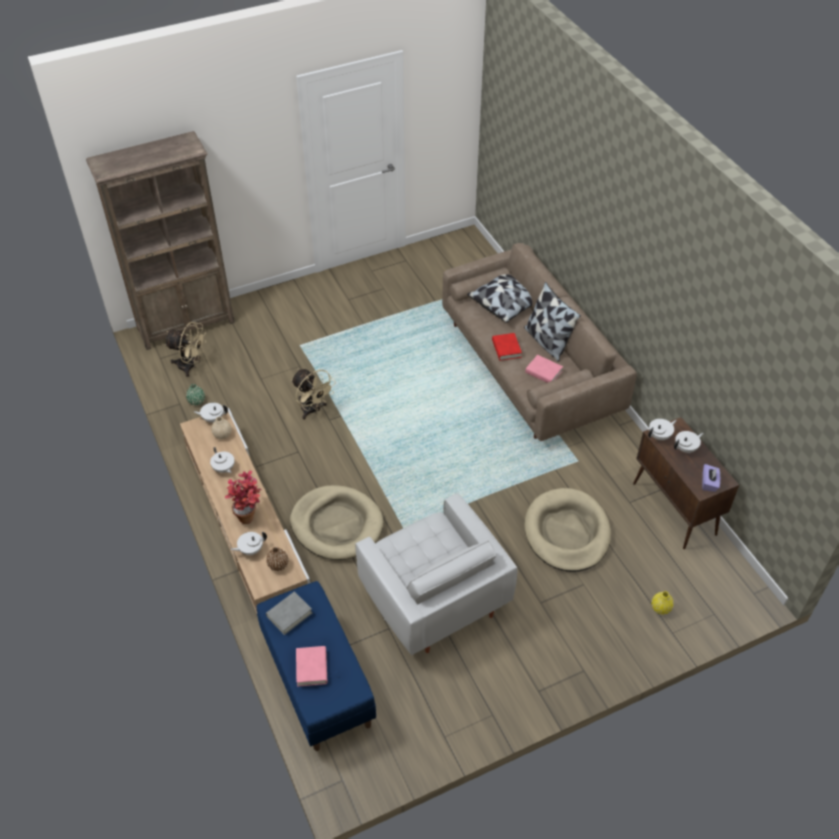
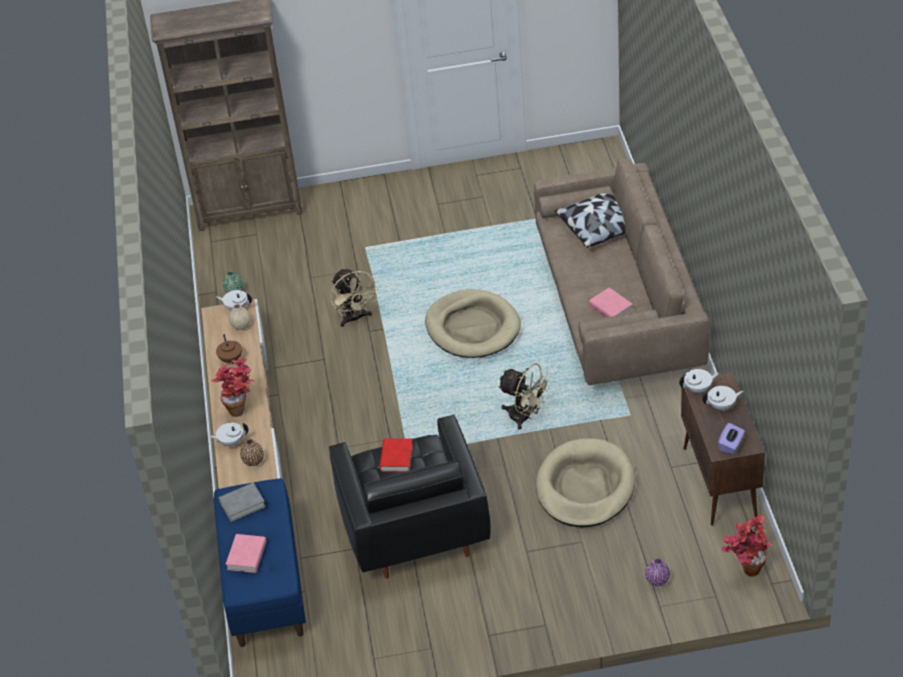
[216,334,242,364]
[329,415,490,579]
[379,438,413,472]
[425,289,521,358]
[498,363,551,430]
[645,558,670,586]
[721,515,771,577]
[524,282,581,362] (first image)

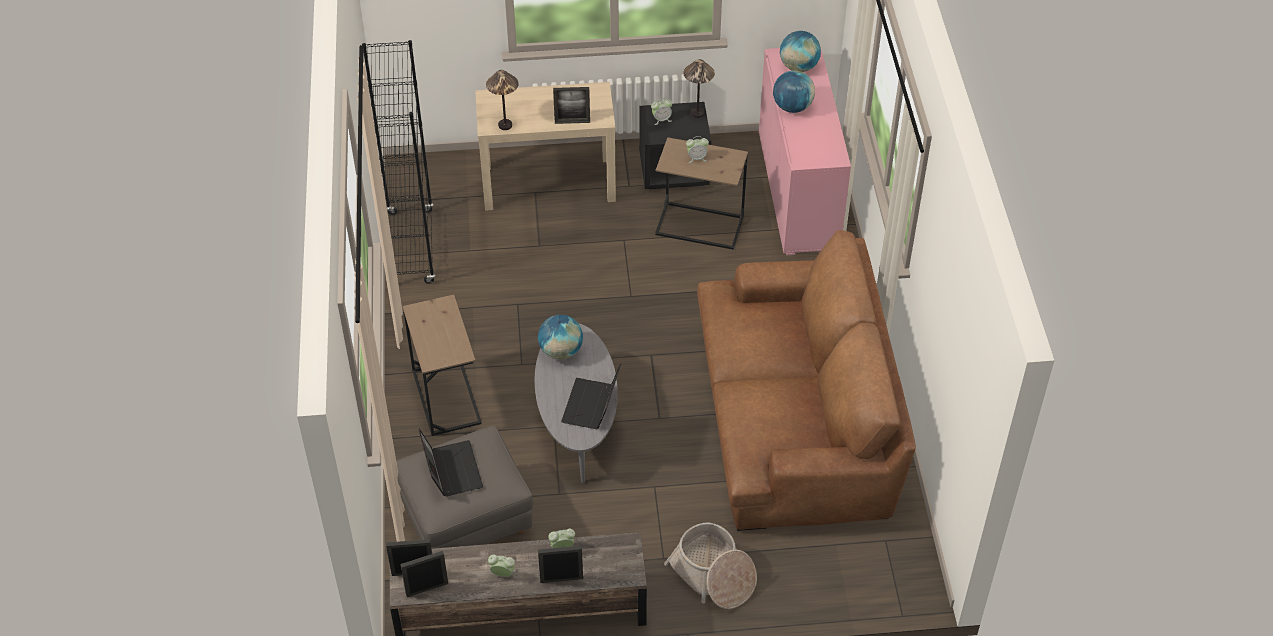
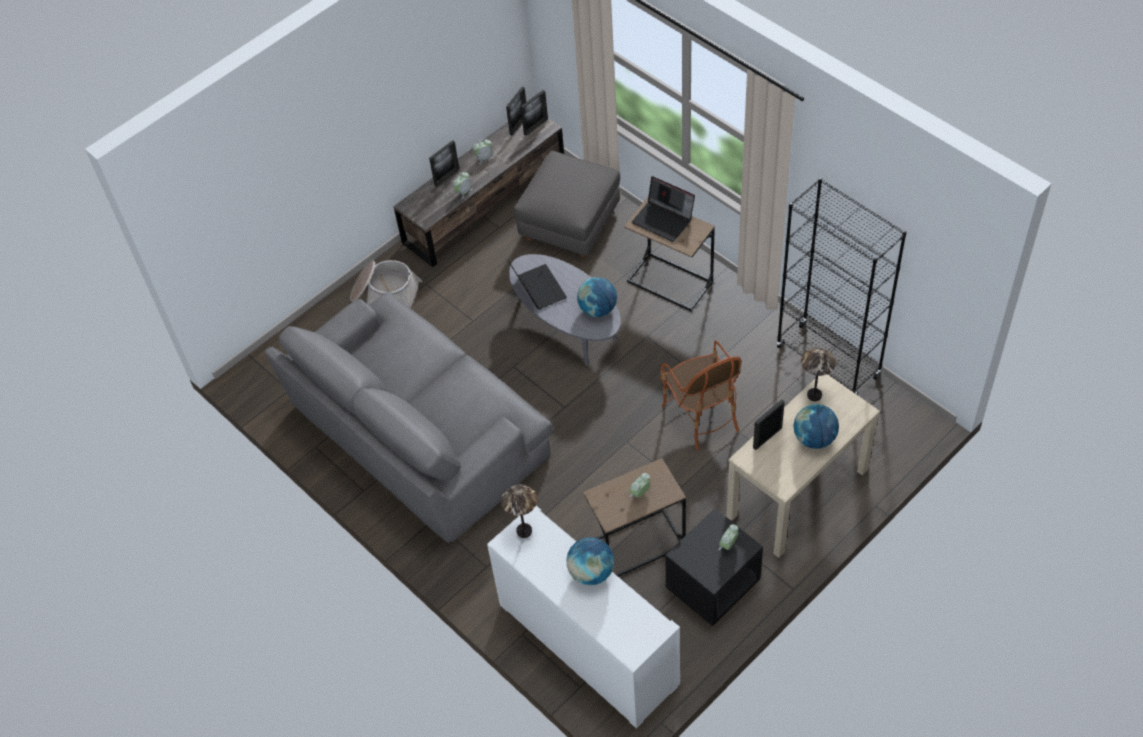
[265,292,553,543]
[487,506,680,729]
[501,484,537,538]
[632,176,695,242]
[660,341,741,450]
[794,404,839,449]

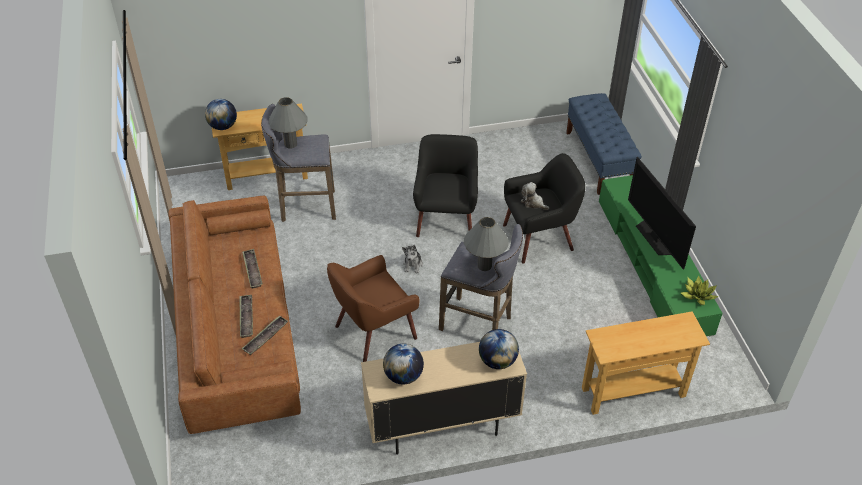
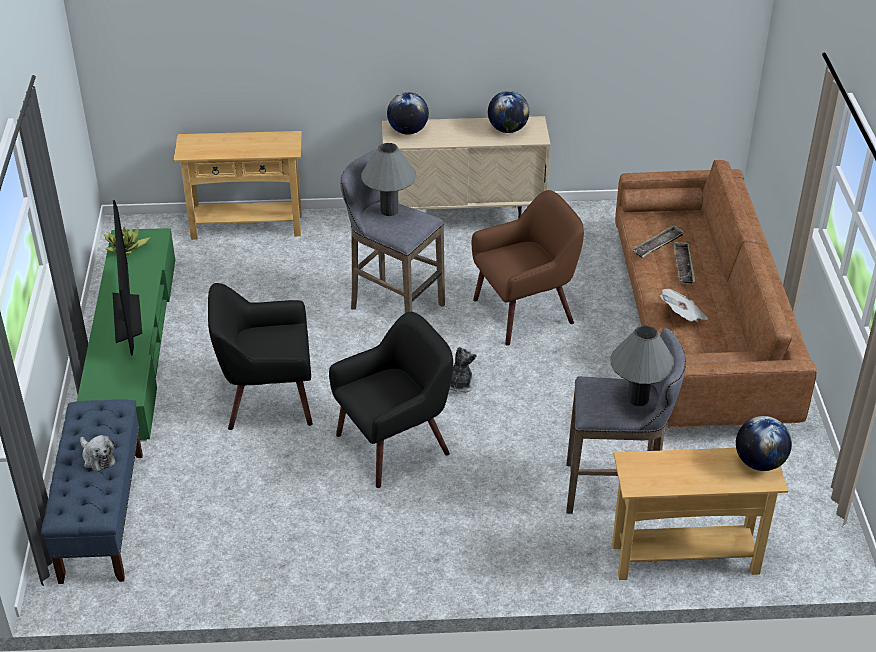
[80,435,116,471]
[329,312,453,488]
[660,289,708,322]

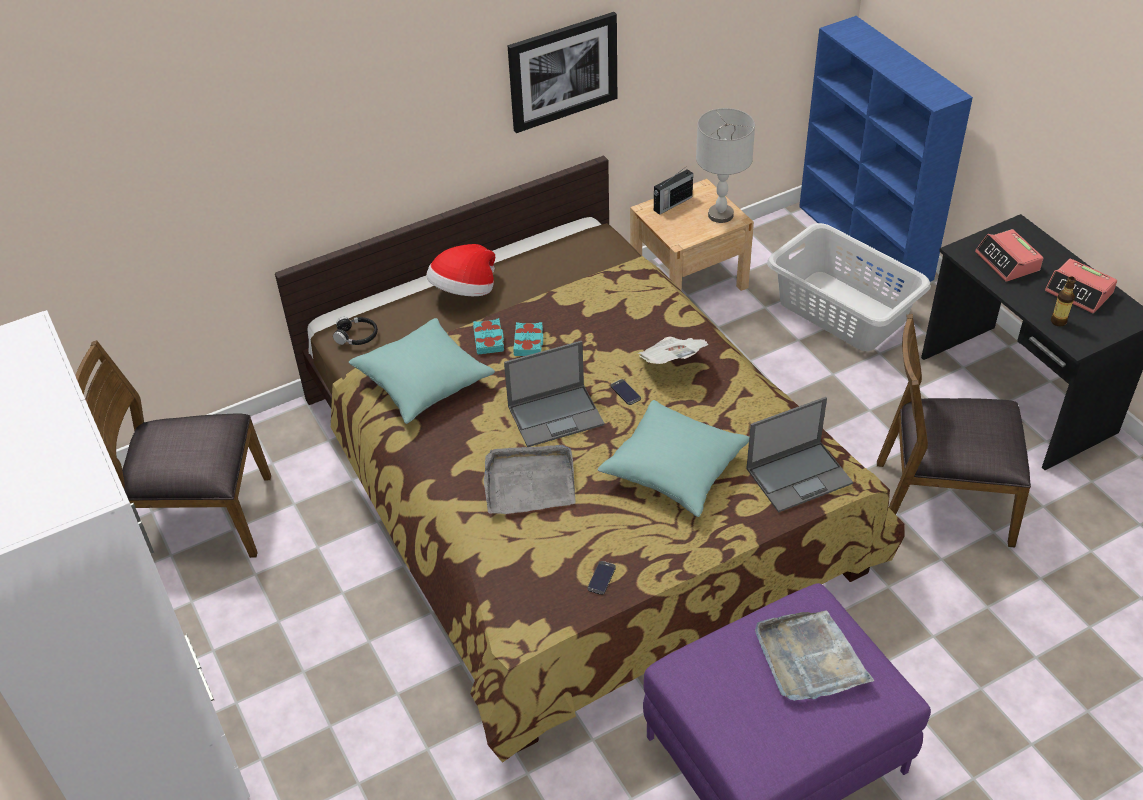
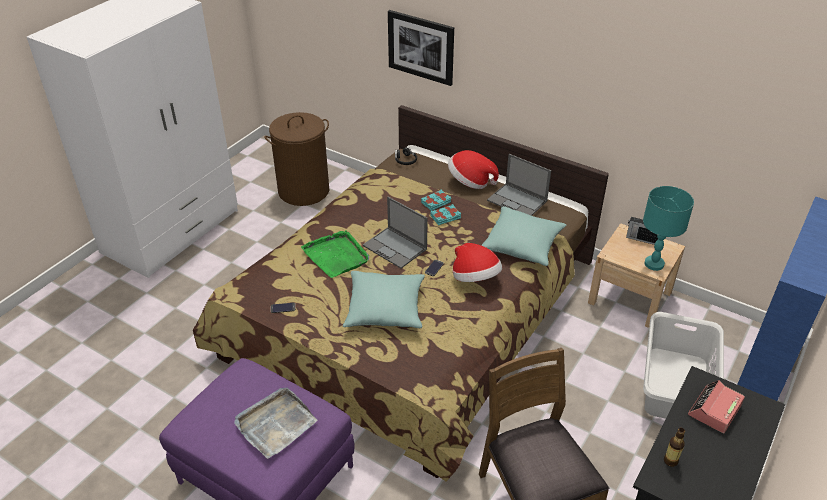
[264,112,329,206]
[301,230,369,278]
[388,10,454,86]
[453,243,502,282]
[481,206,566,266]
[487,154,551,216]
[643,186,694,271]
[1045,259,1117,313] (first image)

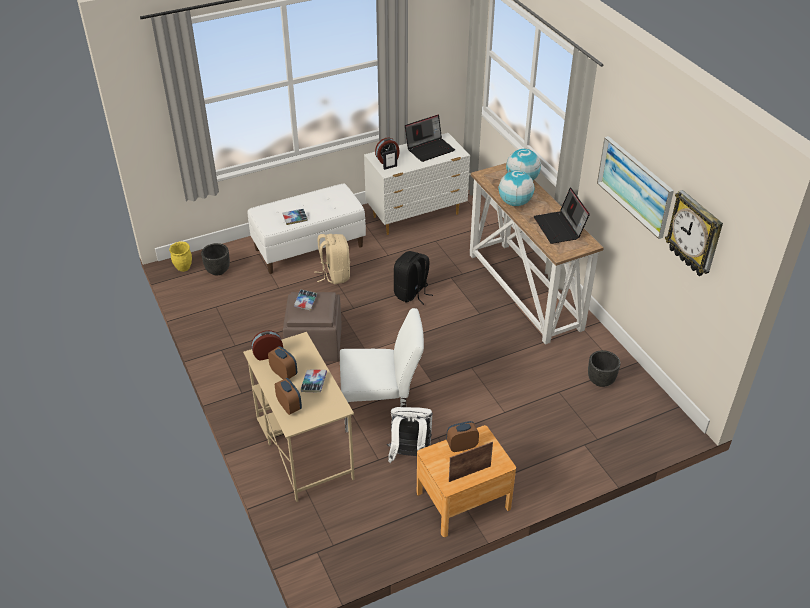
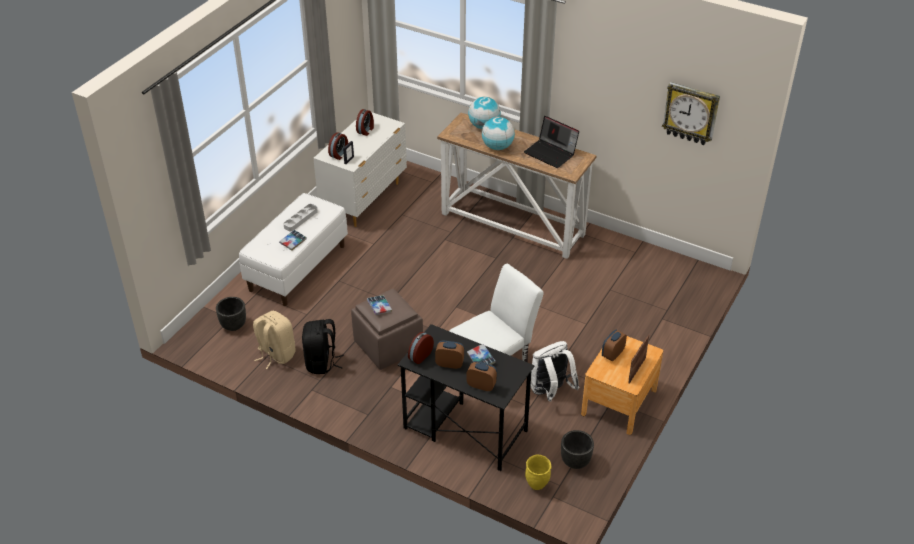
[253,311,296,369]
[283,204,318,232]
[302,319,344,374]
[356,109,374,136]
[398,324,535,471]
[525,454,551,490]
[561,430,594,469]
[597,136,674,239] (first image)

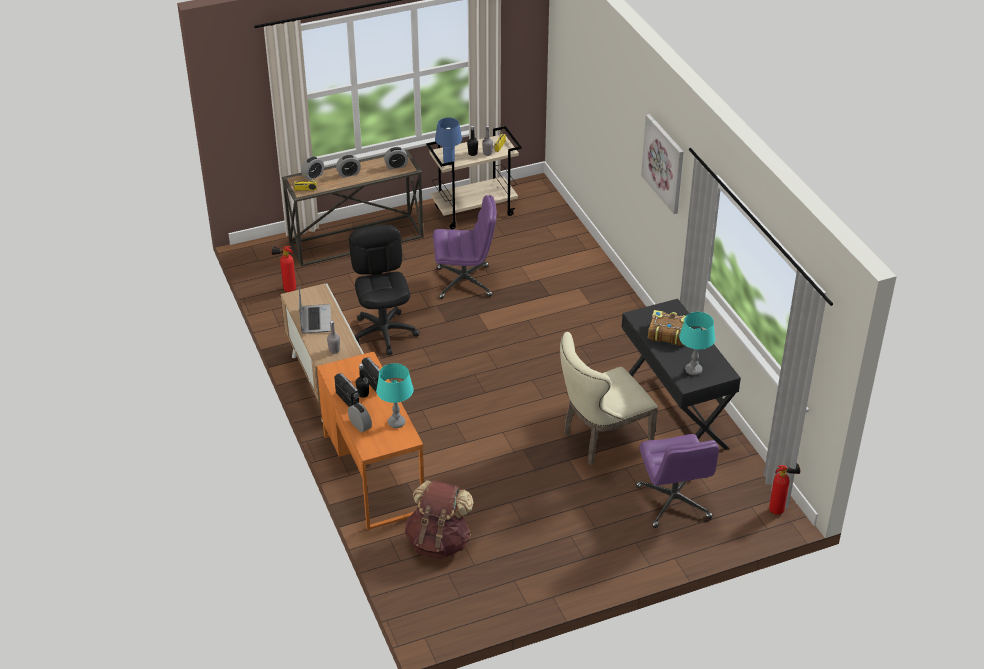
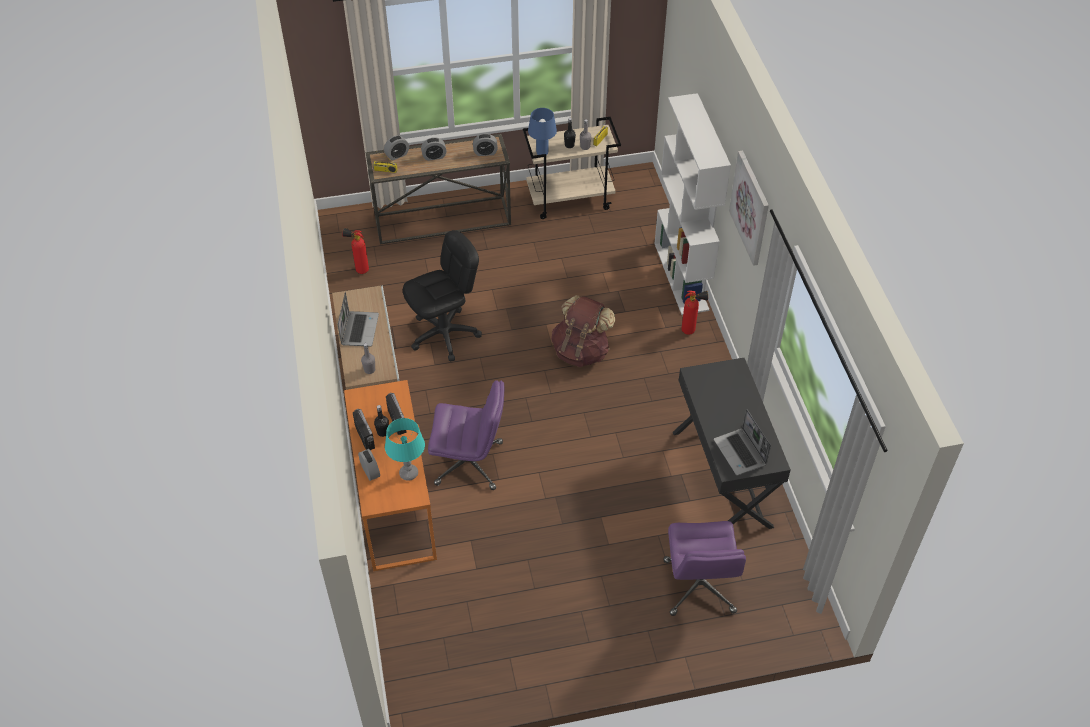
[403,230,482,361]
[428,380,504,490]
[551,295,615,367]
[654,93,731,315]
[681,290,708,335]
[714,409,771,475]
[560,332,658,466] (first image)
[648,310,691,346] (first image)

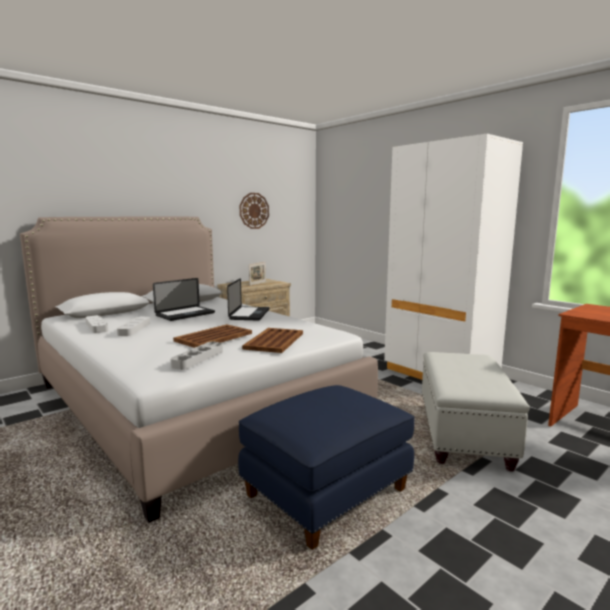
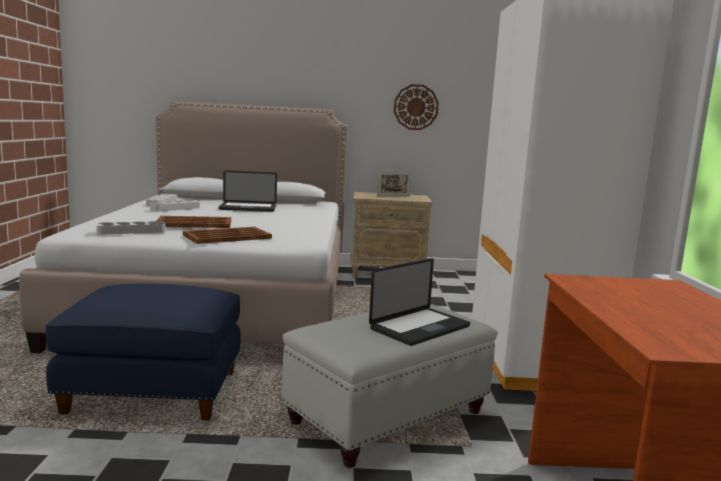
[369,258,470,346]

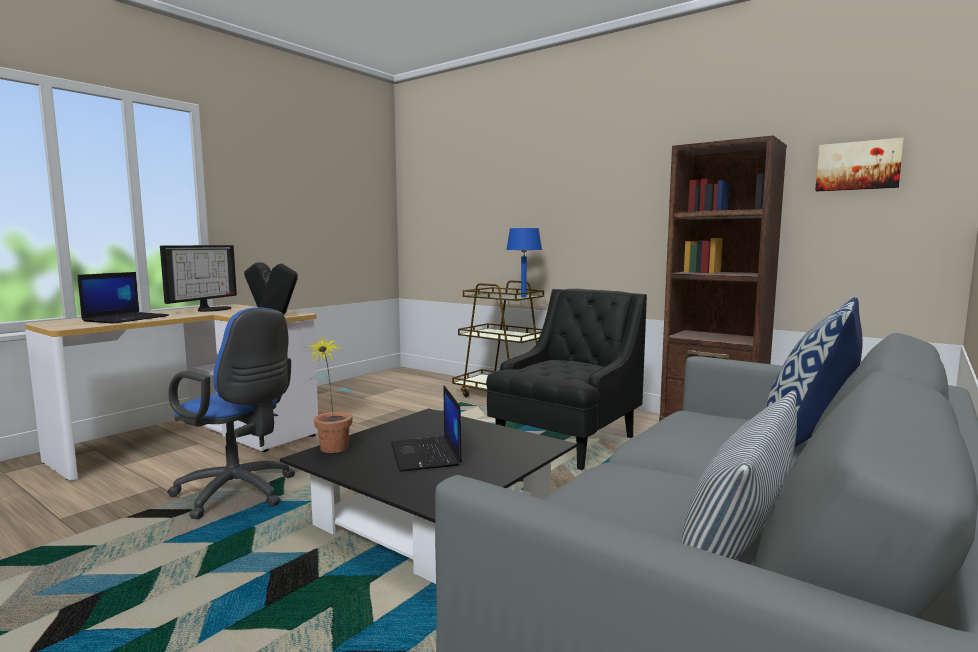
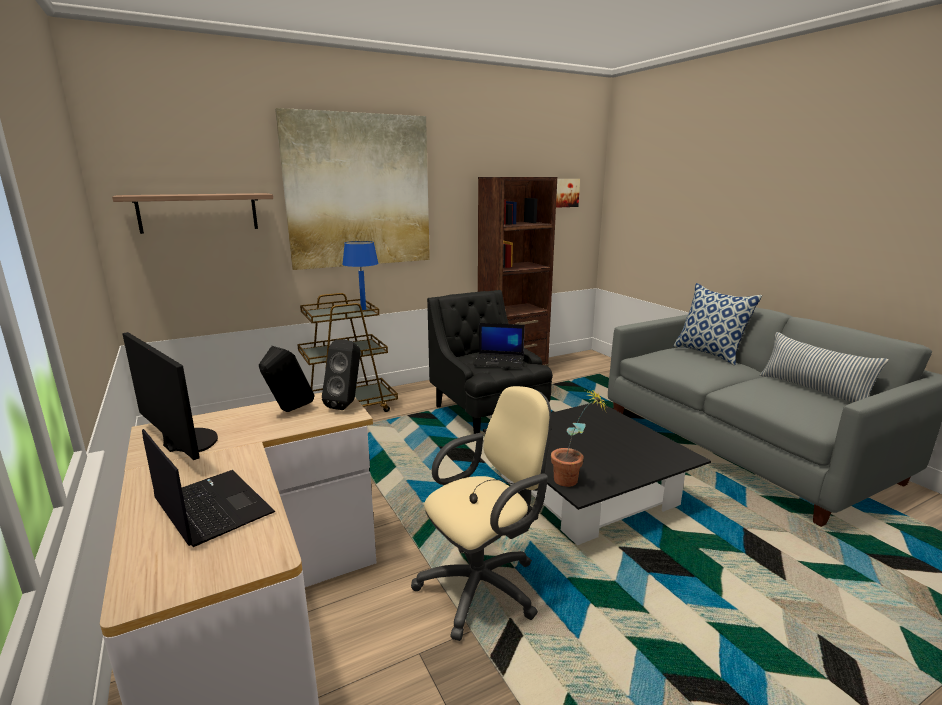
[112,193,273,234]
[275,108,430,270]
[411,386,551,641]
[474,323,525,368]

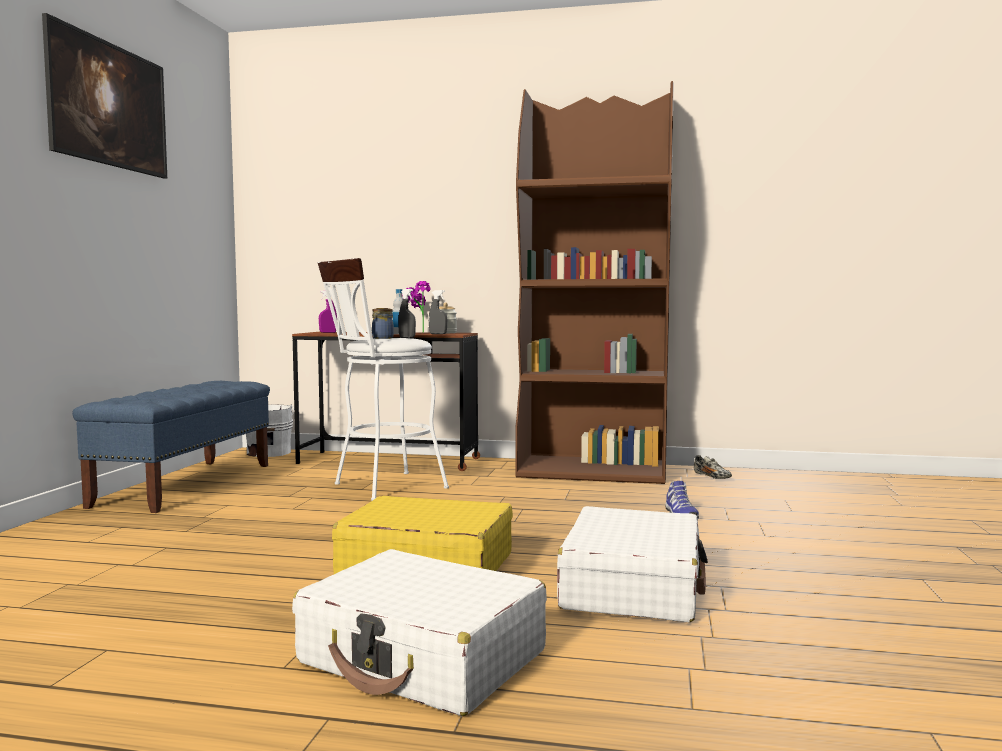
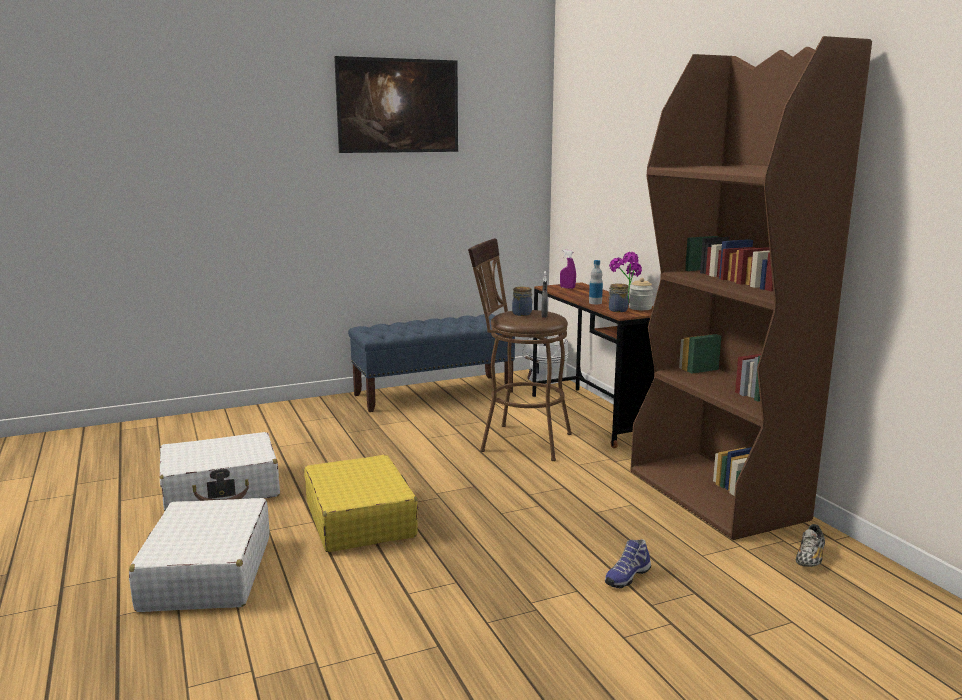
[160,432,280,511]
[468,238,572,461]
[608,283,629,312]

